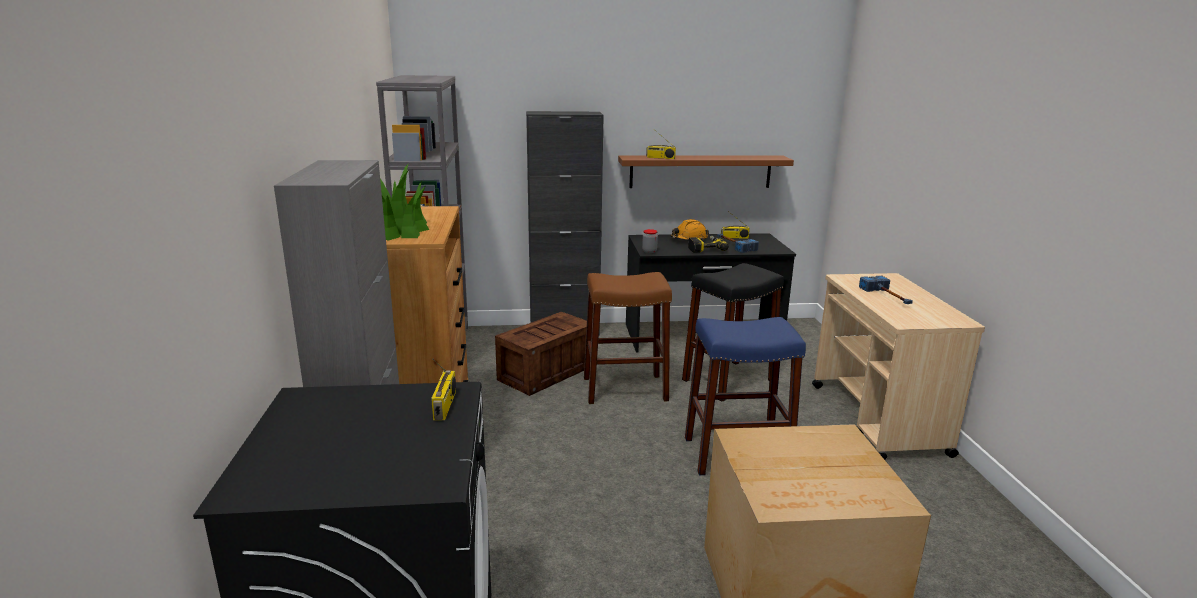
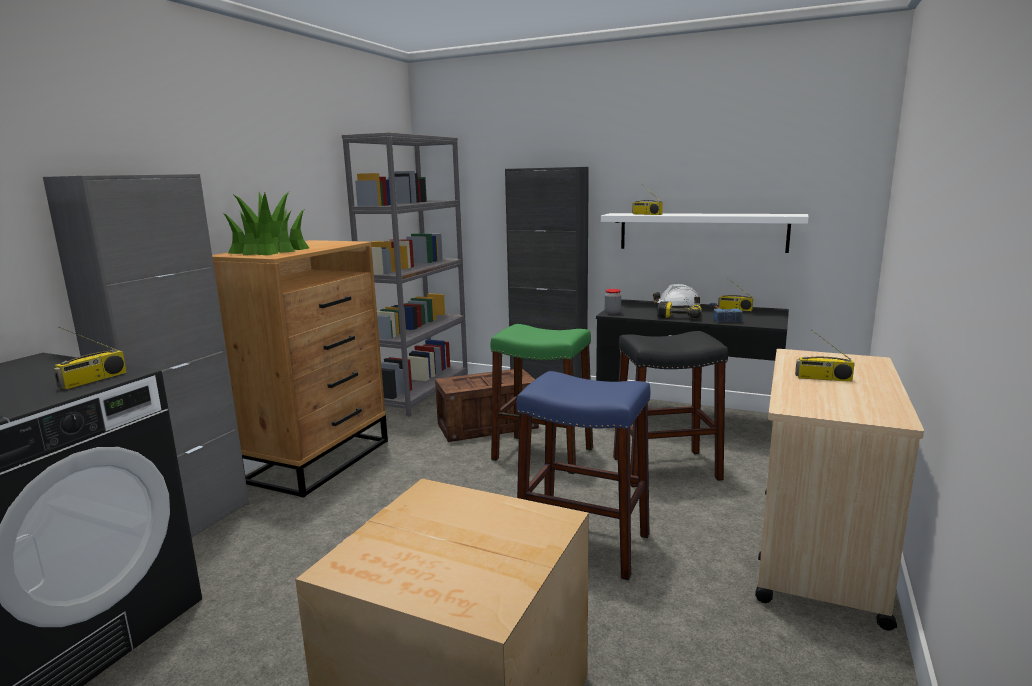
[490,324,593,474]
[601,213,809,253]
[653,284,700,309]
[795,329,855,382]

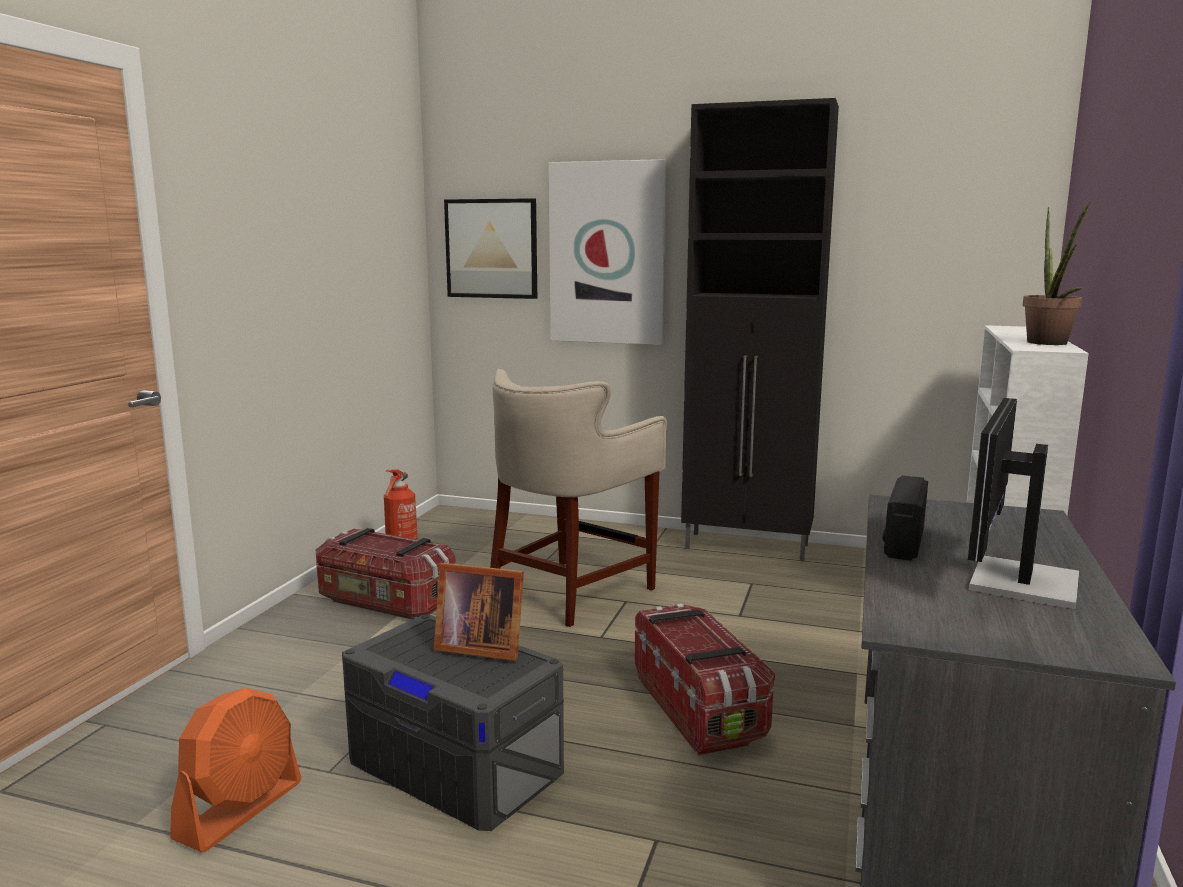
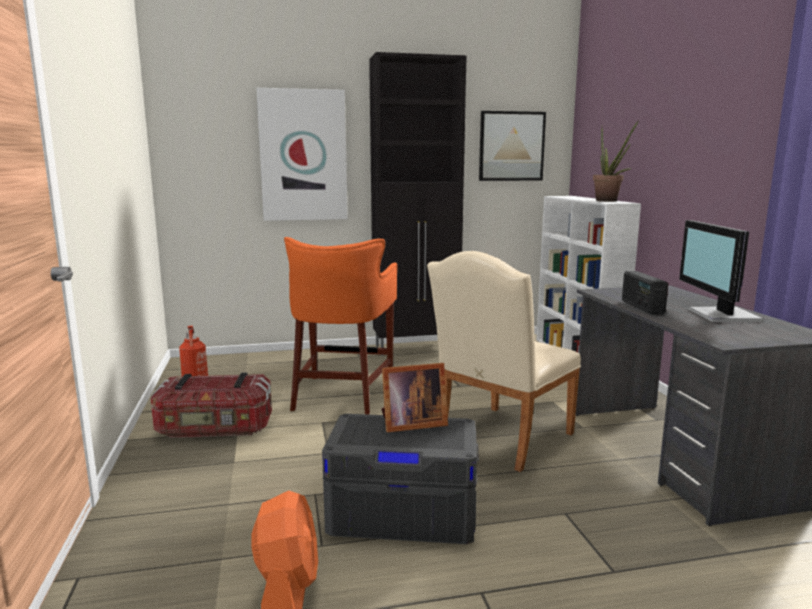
[284,237,398,415]
[427,251,581,472]
[479,111,546,181]

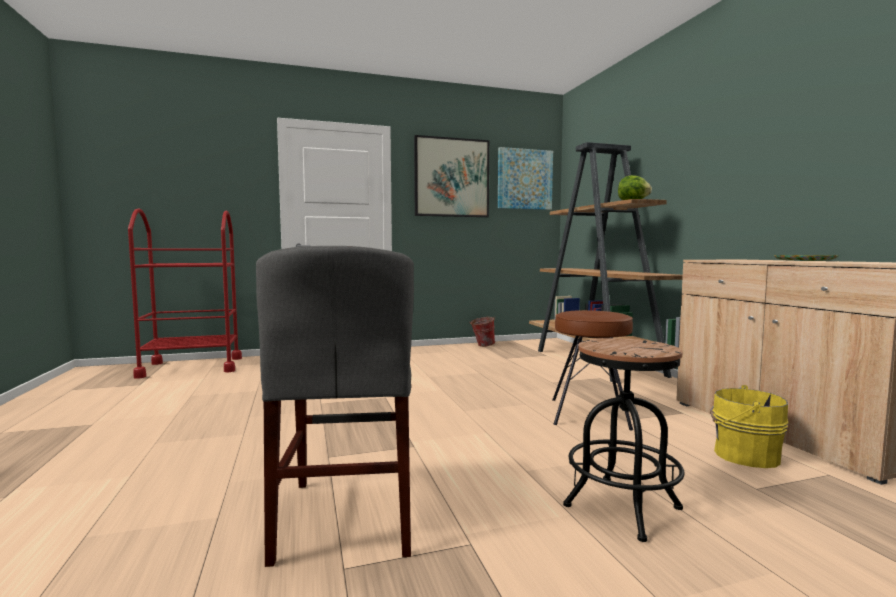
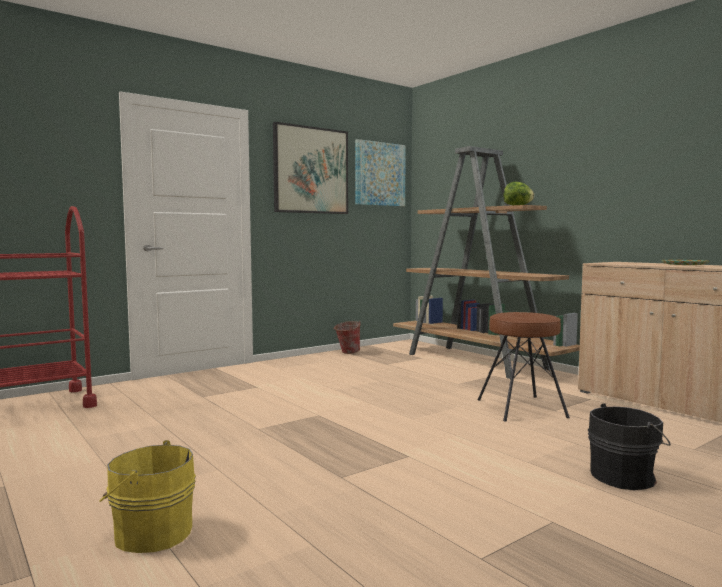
[99,440,196,553]
[588,403,671,490]
[256,246,414,567] (first image)

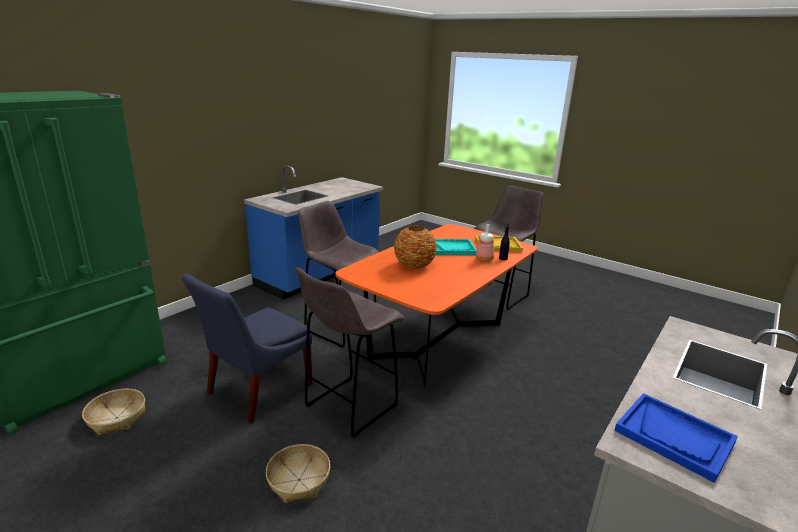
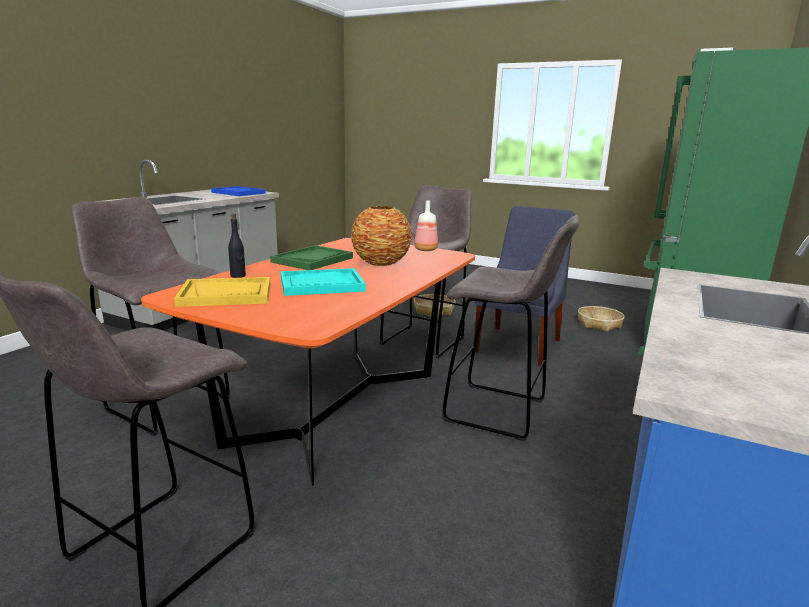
[71,197,230,436]
[270,245,353,270]
[414,200,438,251]

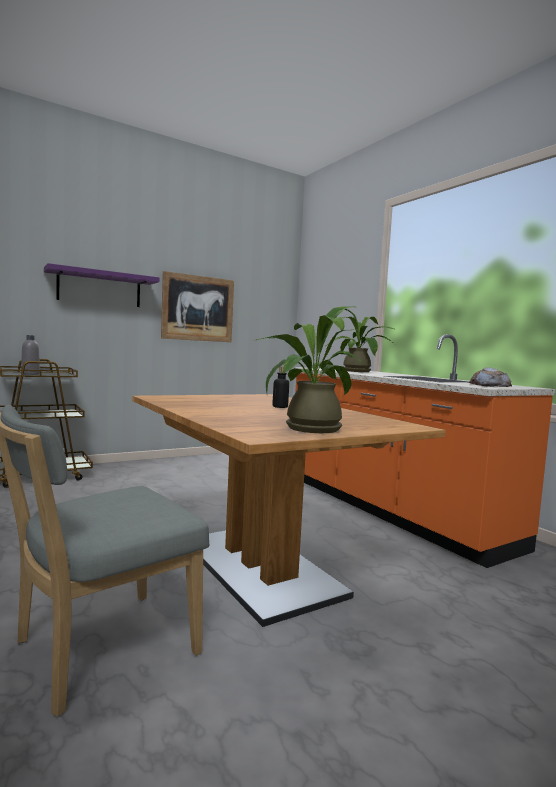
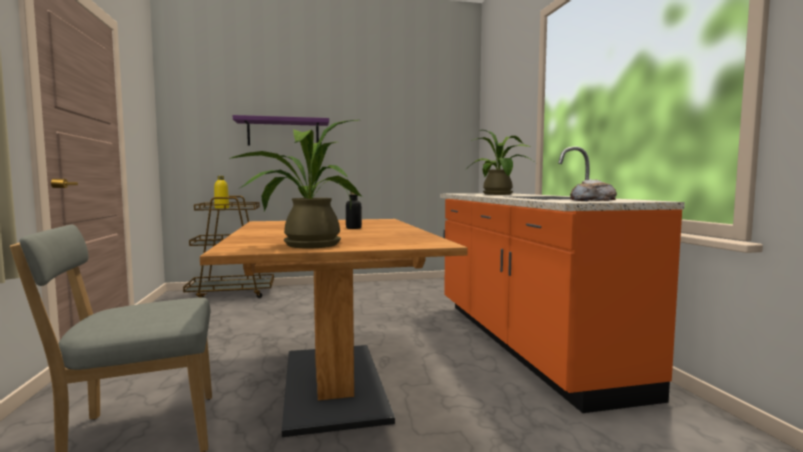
[214,176,229,209]
[161,271,234,342] (first image)

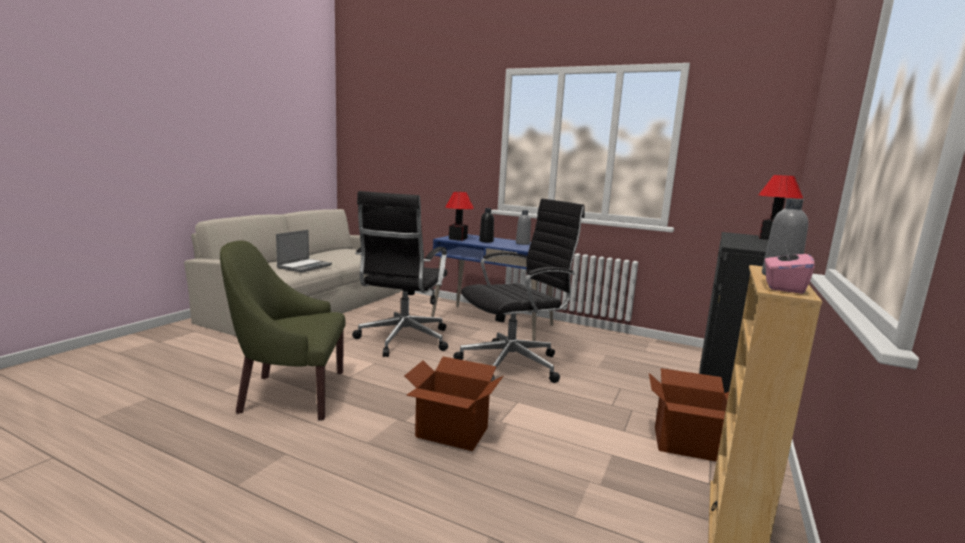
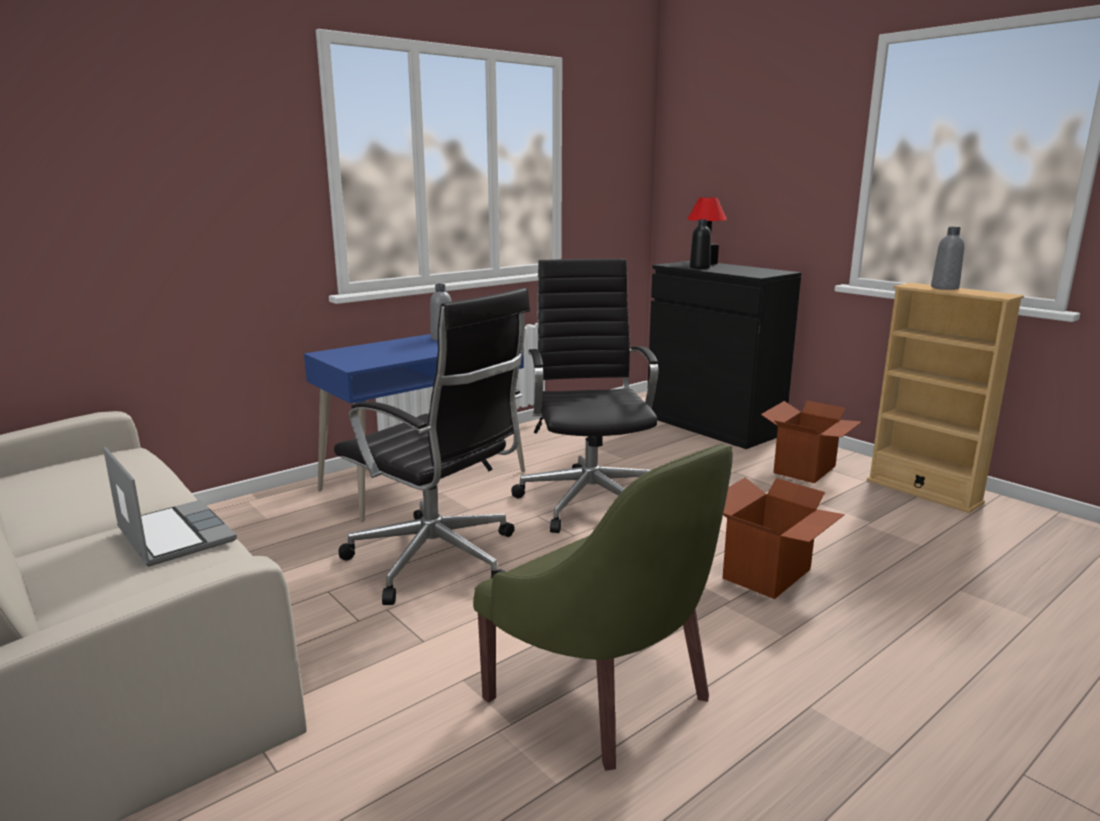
[473,444,733,771]
[690,220,711,269]
[445,192,474,241] (first image)
[765,241,815,294] (first image)

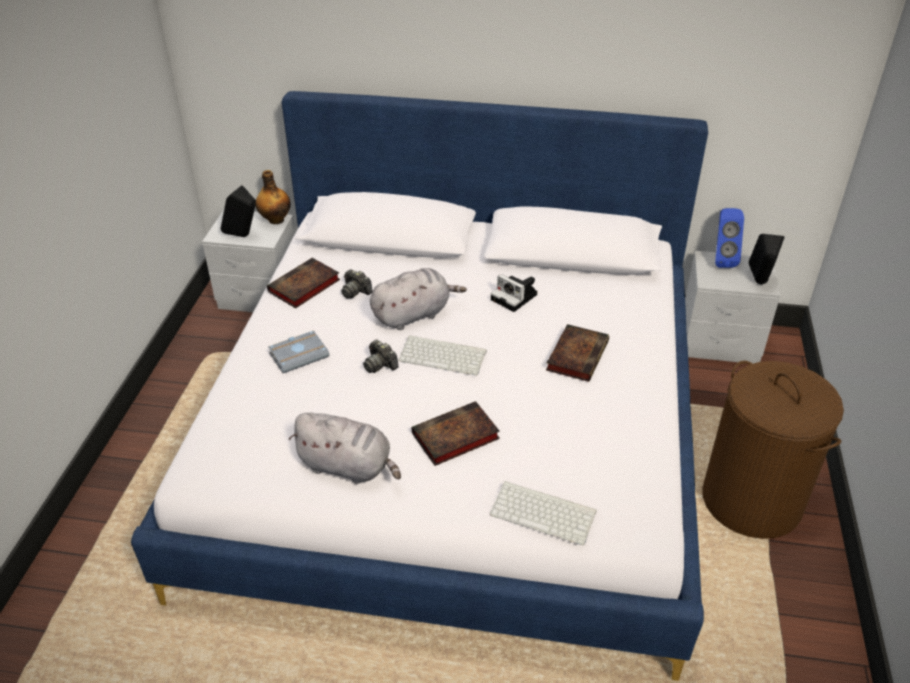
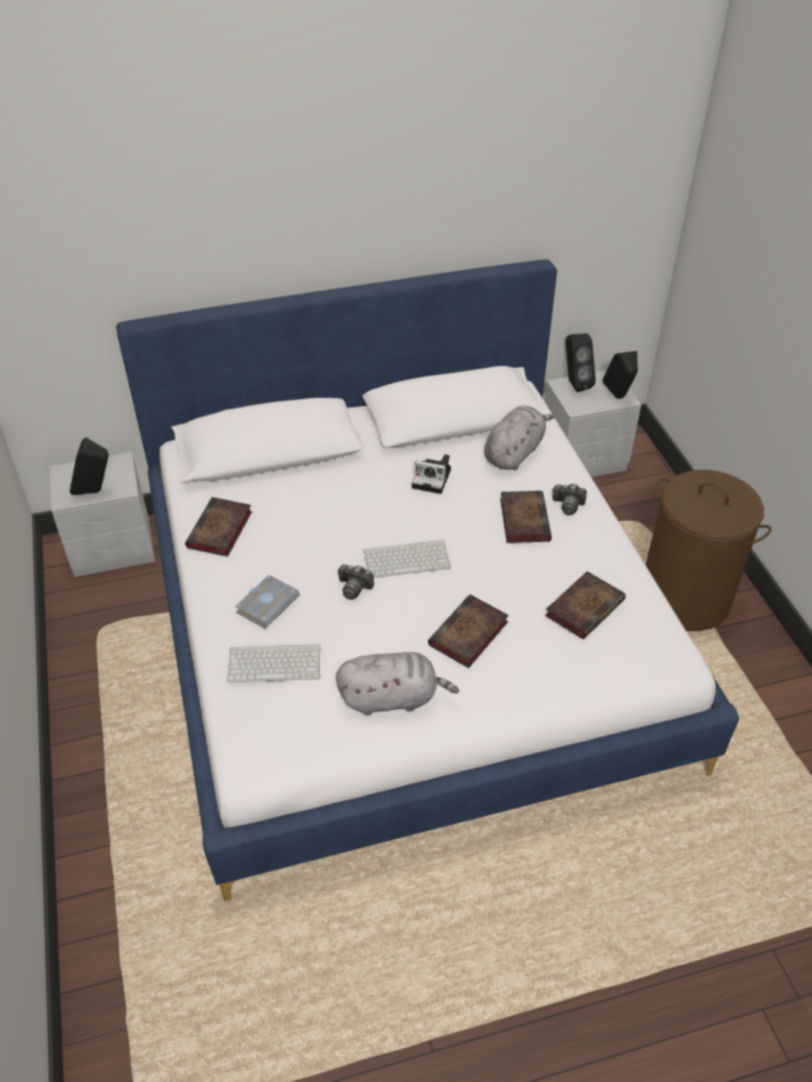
[227,644,321,682]
[484,406,555,470]
[545,571,626,640]
[552,484,587,515]
[566,333,596,392]
[256,170,291,224] (first image)

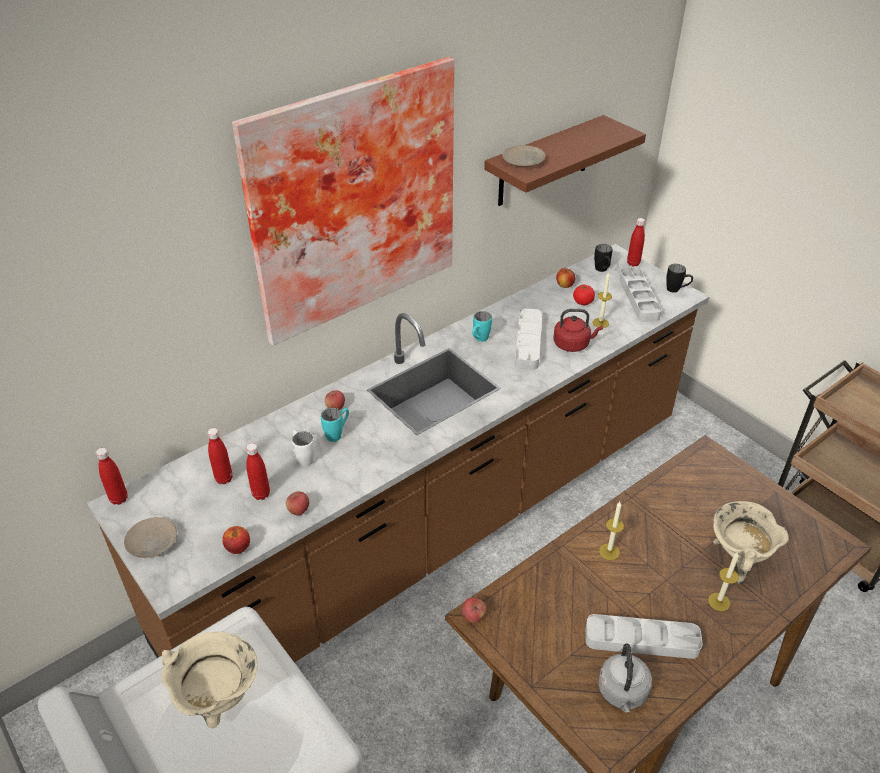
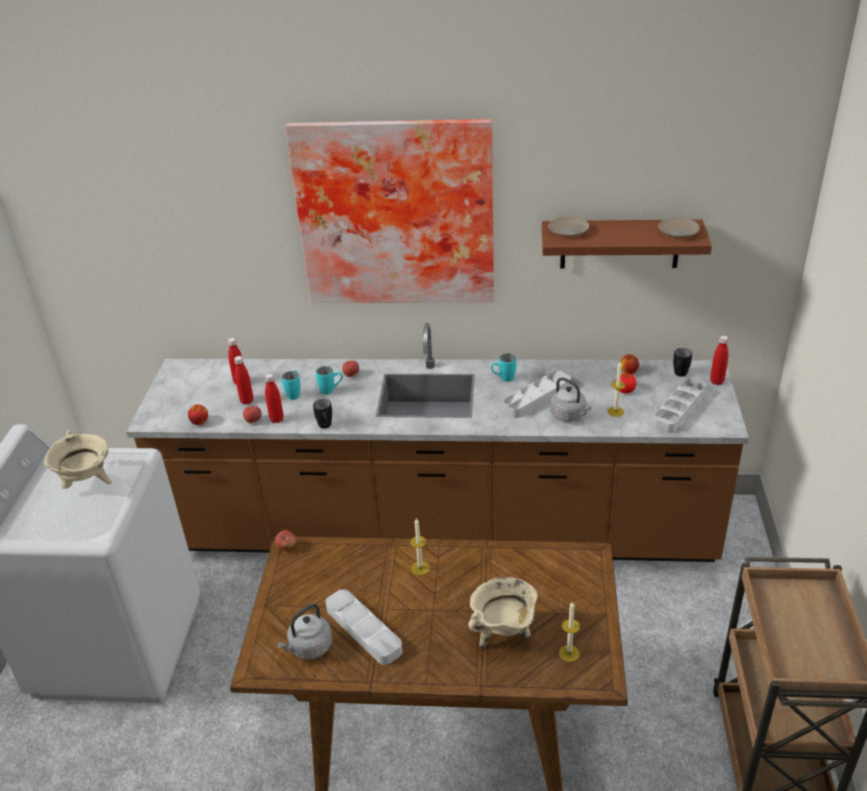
[265,373,284,423]
[282,370,301,400]
[313,399,332,428]
[550,377,591,422]
[559,601,580,662]
[658,217,700,238]

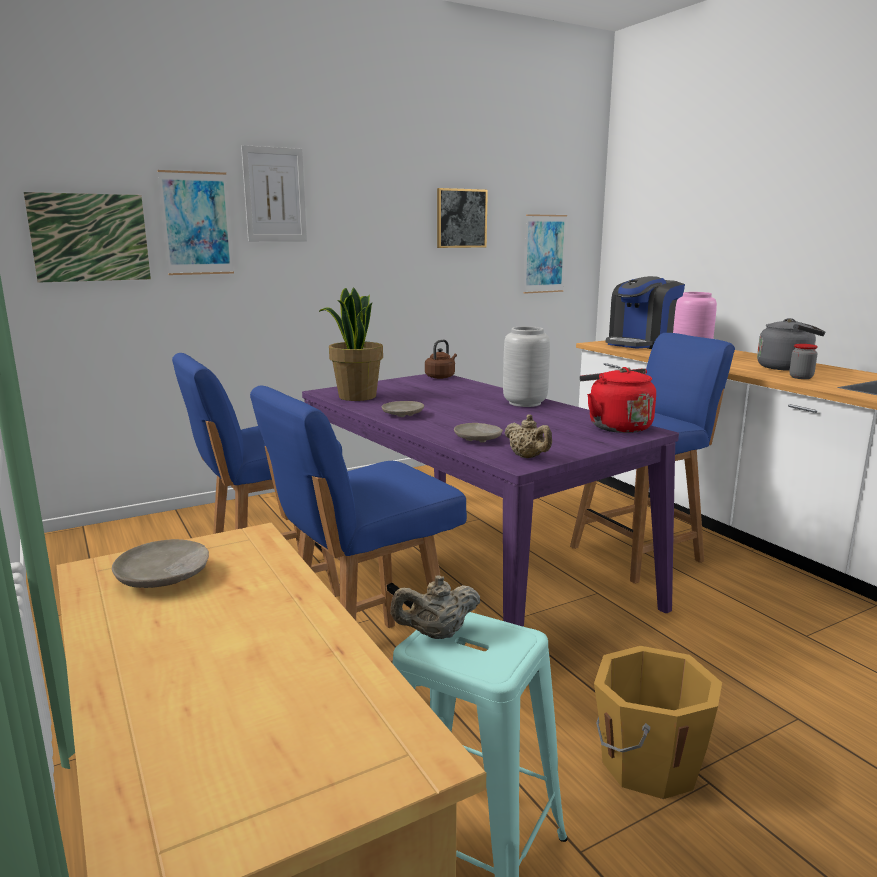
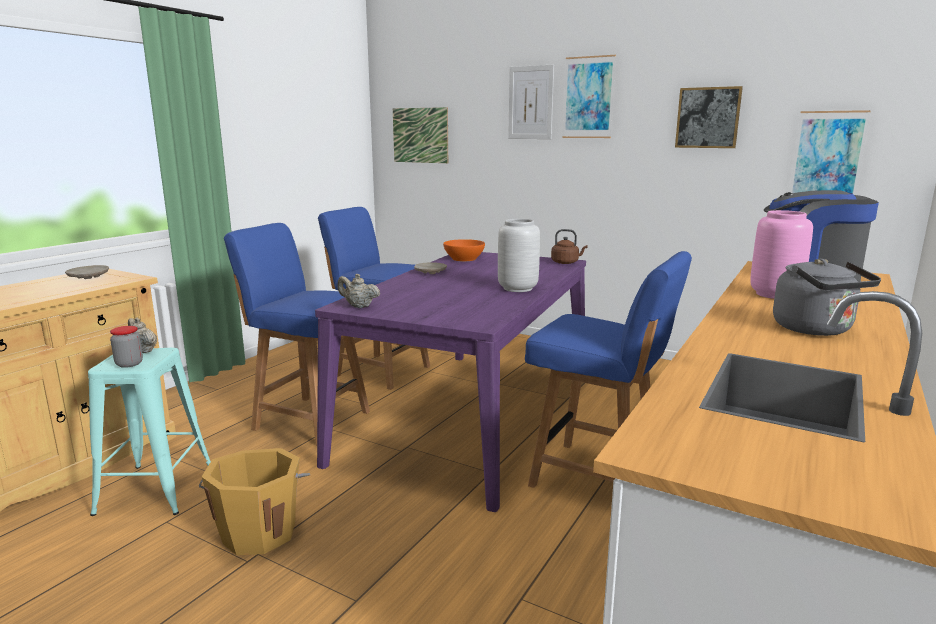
[110,326,143,368]
[337,274,380,308]
[443,239,485,261]
[563,55,616,138]
[454,423,503,443] (first image)
[580,367,656,433] (first image)

